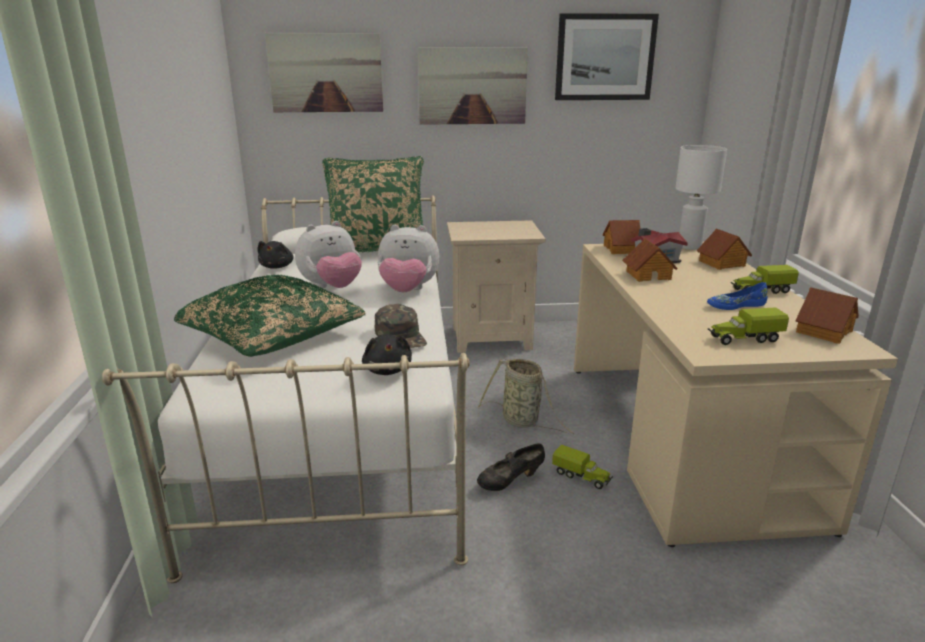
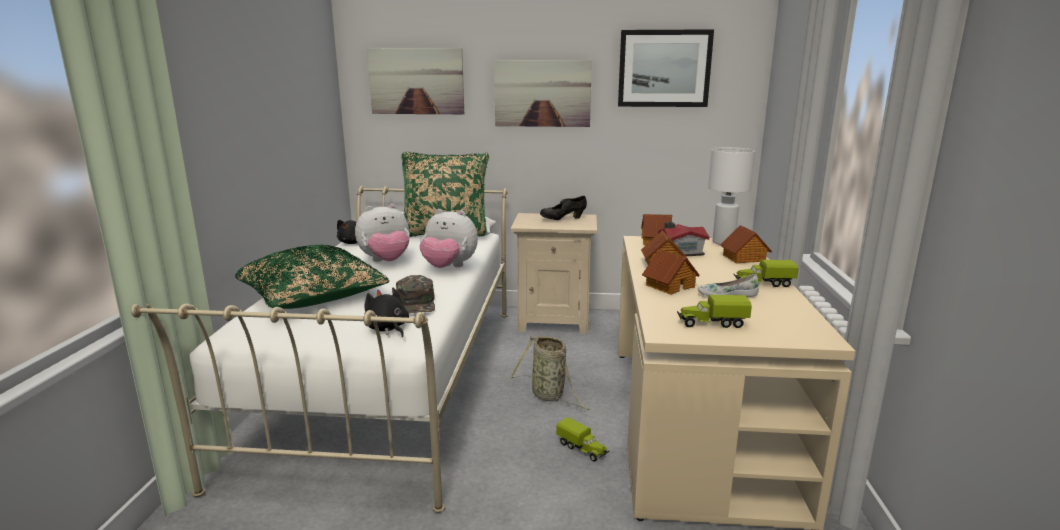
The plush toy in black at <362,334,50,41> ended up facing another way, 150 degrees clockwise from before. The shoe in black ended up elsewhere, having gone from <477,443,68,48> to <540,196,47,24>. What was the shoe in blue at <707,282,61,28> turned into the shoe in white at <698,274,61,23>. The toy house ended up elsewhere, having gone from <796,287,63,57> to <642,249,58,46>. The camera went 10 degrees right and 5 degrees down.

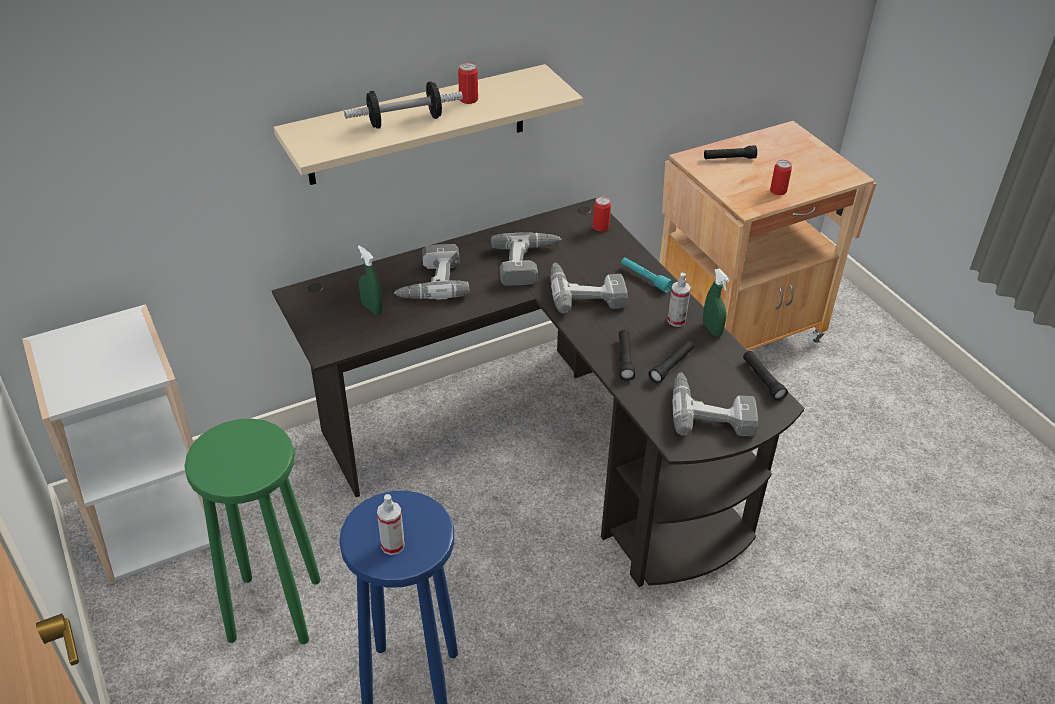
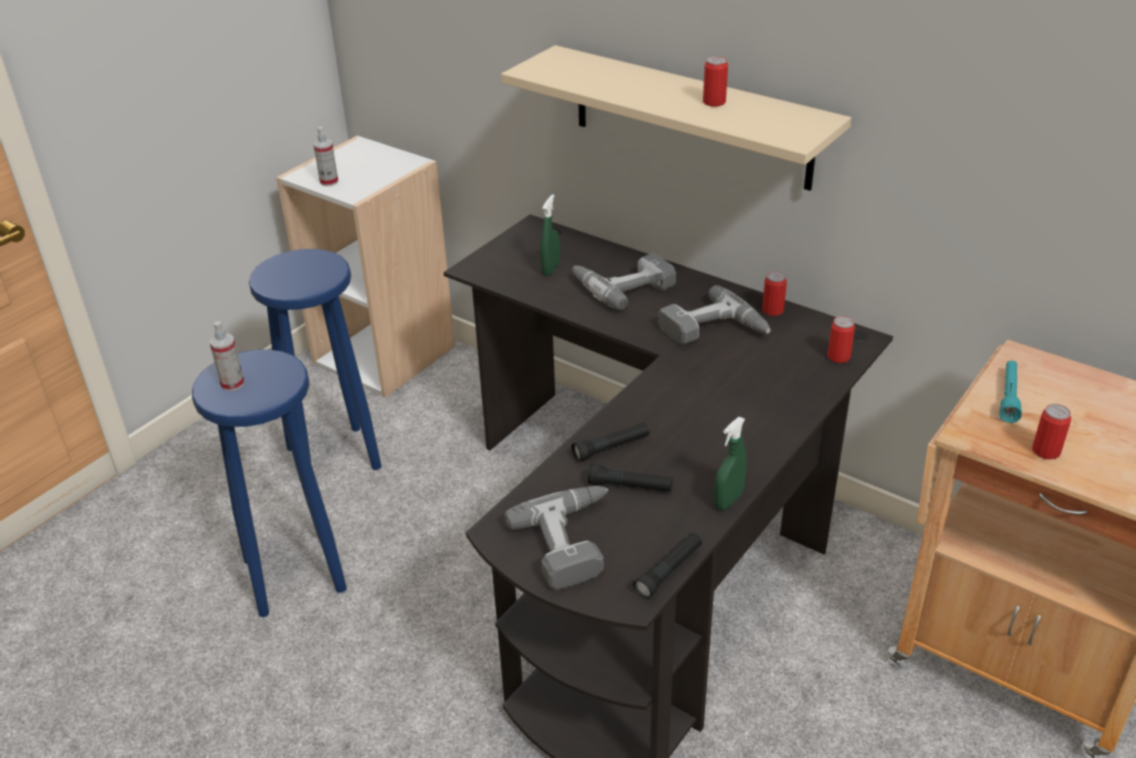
What was the stool in green at <184,418,136,226> turned into the stool in blue at <249,249,133,221>. The second view lost the dumbbell at <344,81,119,48>. The second view lost the power drill at <551,263,77,51>. The flashlight in turquoise ended up elsewhere, having gone from <621,257,52,36> to <999,361,23,62>. The spray bottle ended up elsewhere, having gone from <667,273,24,54> to <313,127,25,59>. The second view lost the flashlight in black at <704,146,53,13>. The second view gained the can at <762,271,25,45>. The camera went 65 degrees right and 5 degrees down.

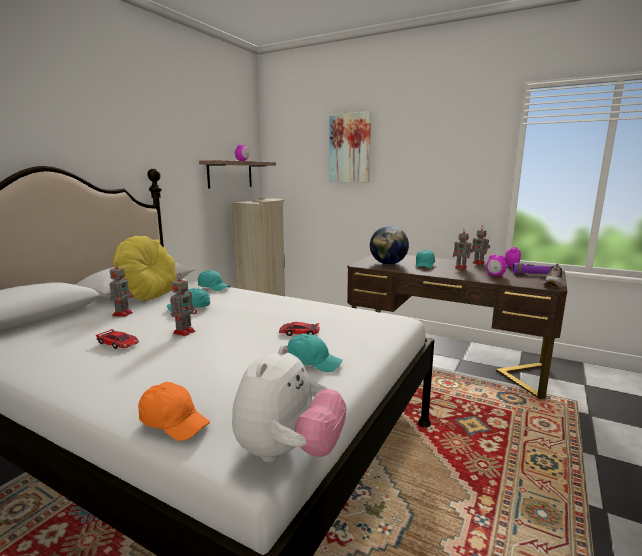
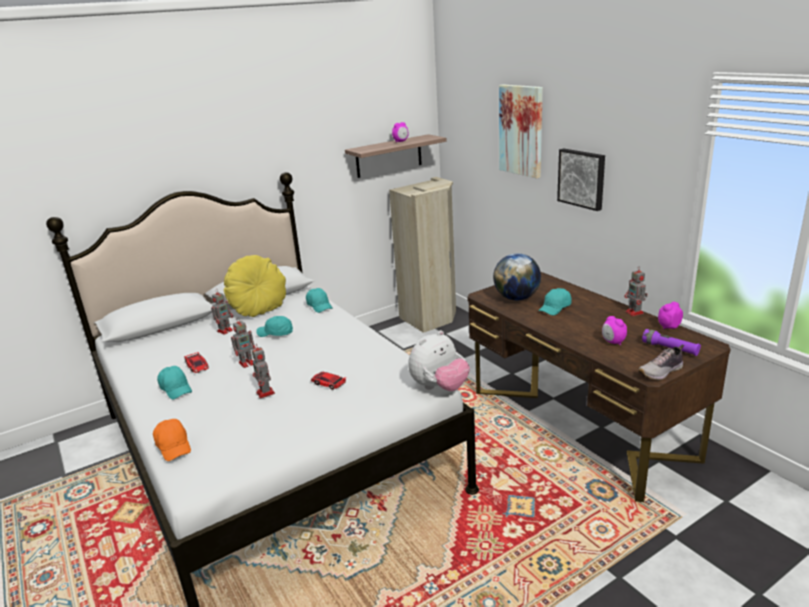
The plush toy ended up elsewhere, having gone from <232,345,114,117> to <409,330,61,61>. The cap in turquoise ended up elsewhere, having gone from <287,333,56,39> to <157,366,35,33>. The toy robot ended up elsewhere, having gone from <453,228,20,41> to <252,343,23,55>. The second view gained the picture at <557,148,48,63>. The camera went 30 degrees right and 10 degrees up.

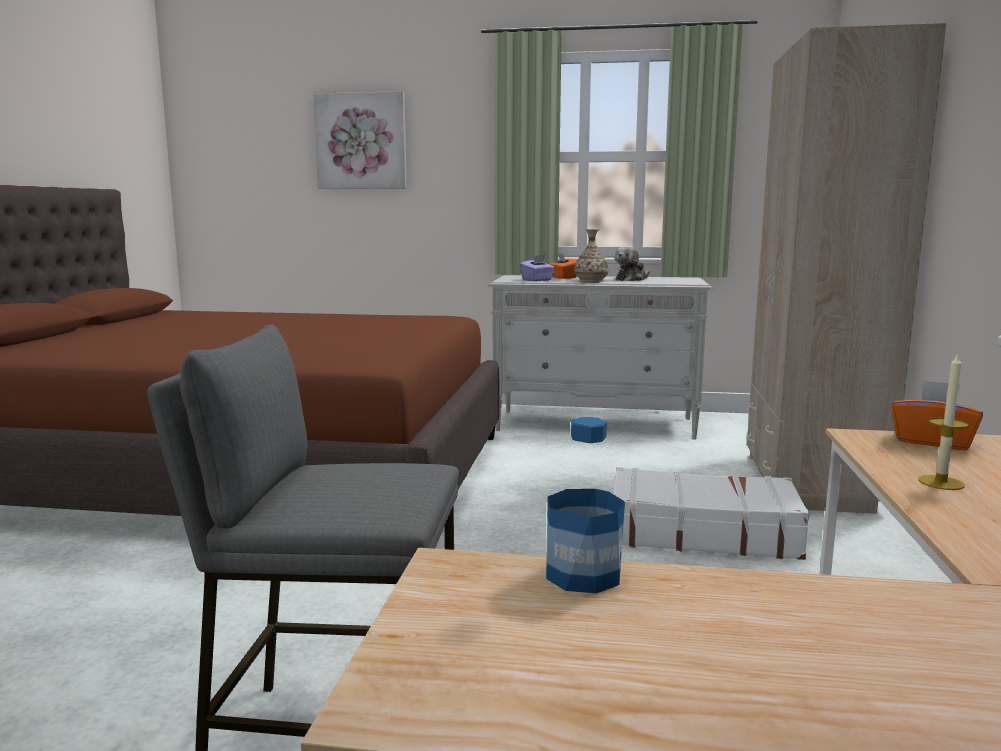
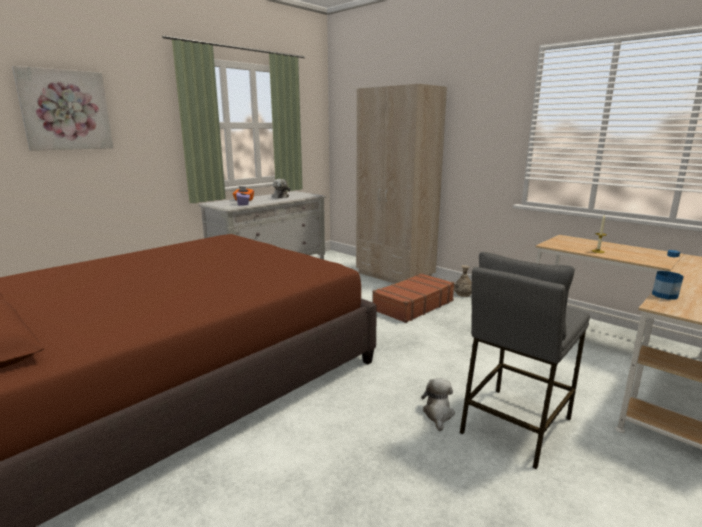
The vase ended up elsewhere, having gone from <575,229,34,53> to <454,265,18,32>. What was the suitcase in white at <613,467,197,93> turned into the suitcase in brown at <373,273,82,50>. The second view lost the tissue box in orange at <891,380,92,70>. The second view gained the plush toy at <421,378,34,53>. The camera went 55 degrees left and 5 degrees up.

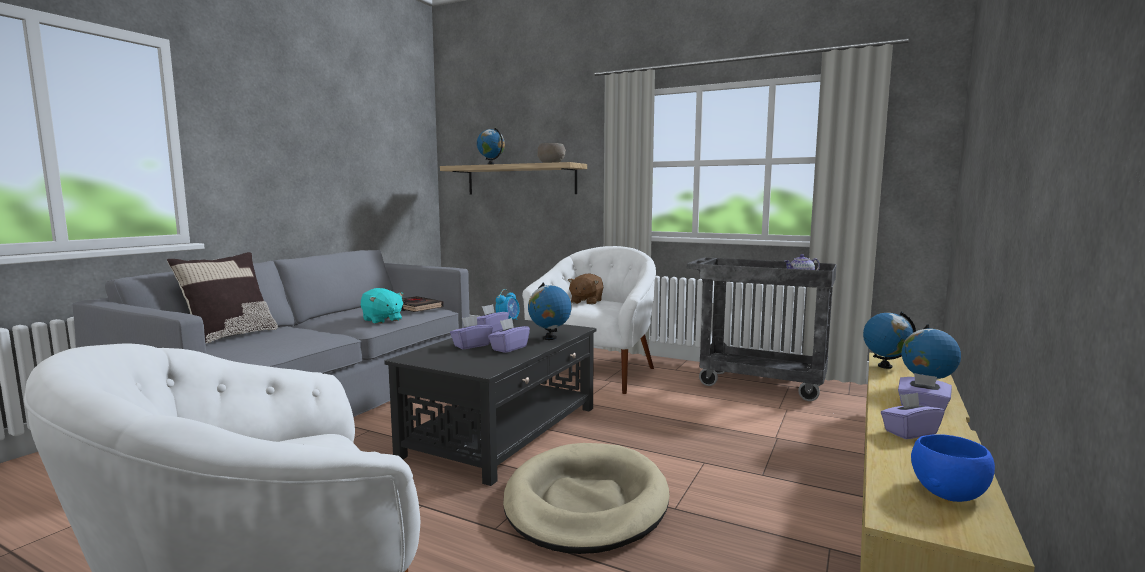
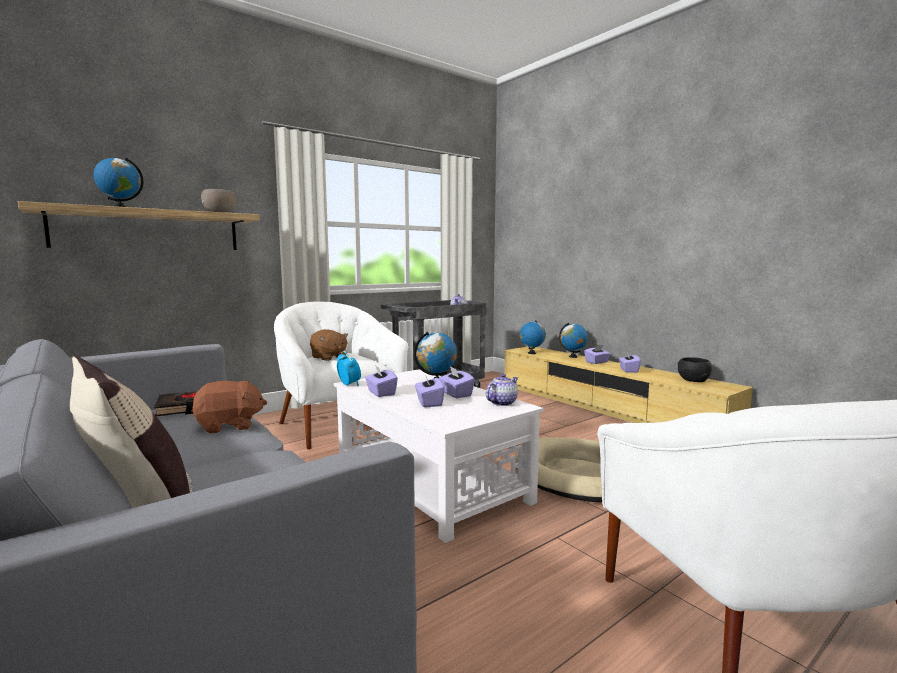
What was the plush toy in turquoise at <361,288,43,36> turned into the plush toy in brown at <191,381,76,53>. What was the coffee table in black at <384,319,212,167> turned into the coffee table in white at <334,369,210,174>. What was the bowl in blue at <911,434,84,68> turned into the bowl in black at <678,357,34,25>. The second view gained the teapot at <486,374,32,32>. The camera went 65 degrees left and 0 degrees up.

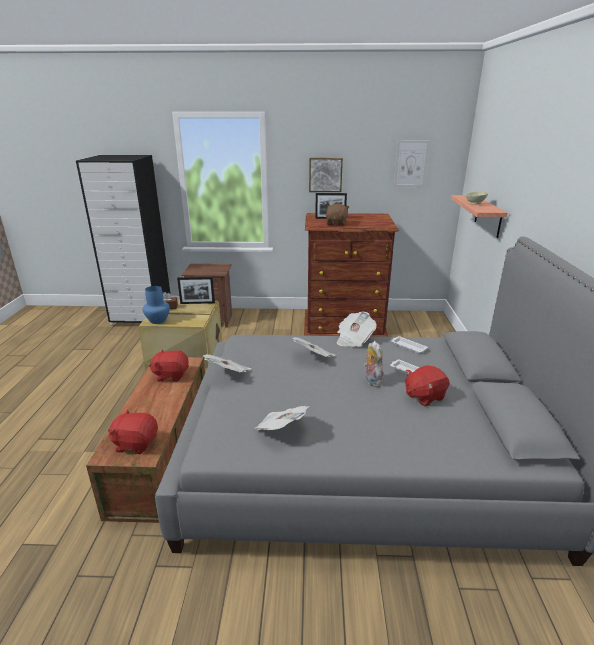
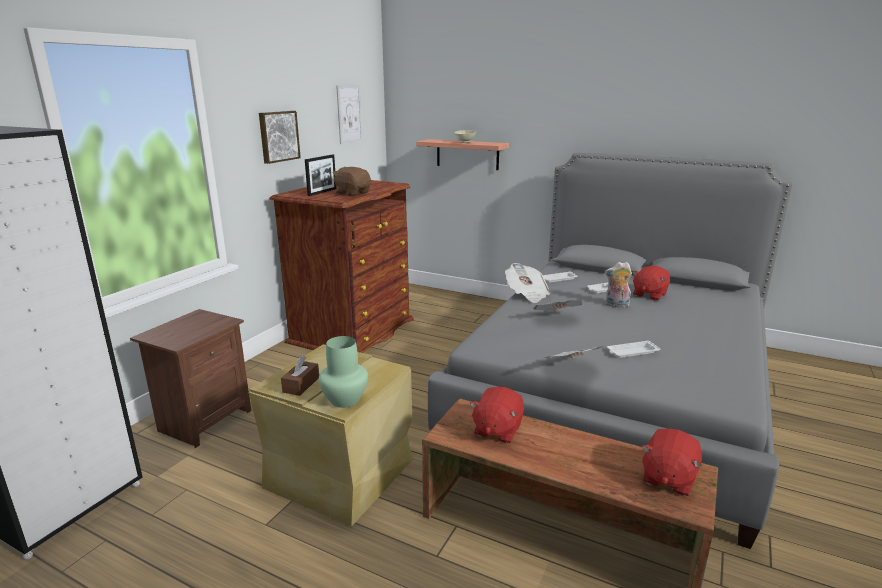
What was the vase in blue at <142,286,28,38> turned into the vase in green at <319,336,49,72>. The second view lost the picture frame at <177,277,38,27>. The second view lost the newspaper at <254,406,55,24>. The plush toy in red at <405,365,44,42> ended up facing another way, 45 degrees clockwise from before. The second view gained the tray in white at <607,340,53,18>. The camera went 65 degrees left and 5 degrees down.

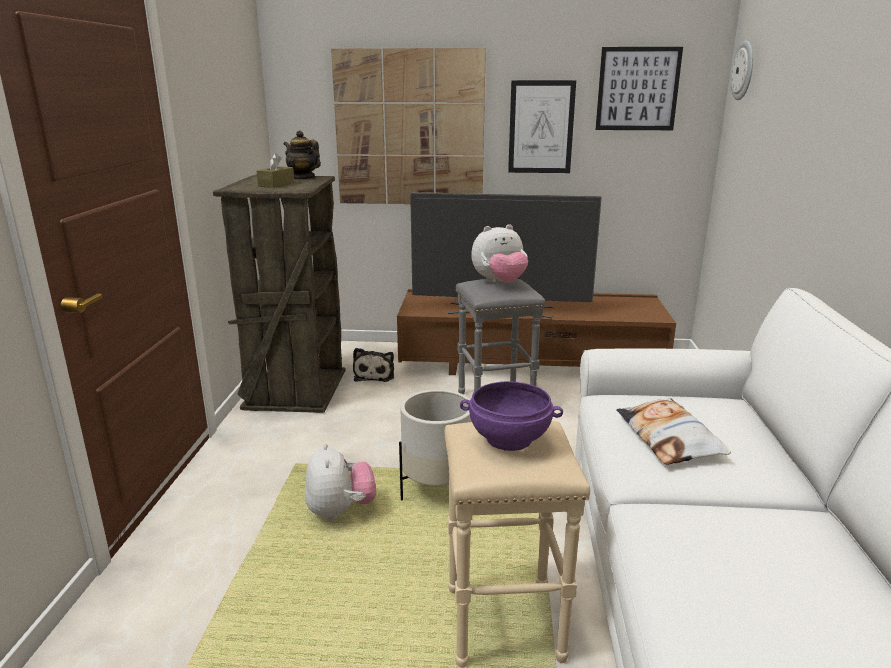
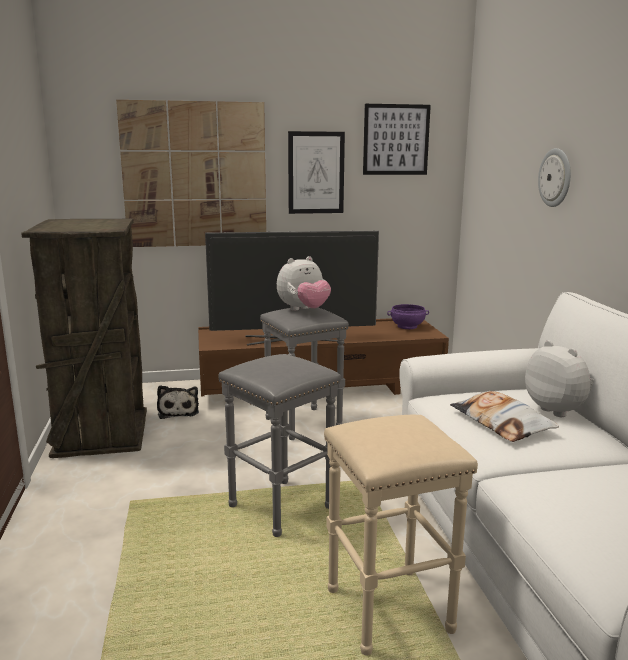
The second view lost the tissue box in brown at <257,153,38,35>. The second view lost the teapot at <284,130,37,50>. The plush toy ended up elsewhere, having gone from <305,443,71,78> to <525,340,69,77>. Where the planter in white stood at <399,390,73,111>, the stool in grey came to stand at <218,354,123,183>. The bowl in purple ended up elsewhere, having gone from <460,381,103,70> to <387,304,42,25>. The wall clock ended up elsewhere, having gone from <731,41,22,59> to <538,148,33,59>. The camera went 15 degrees left and 5 degrees down.

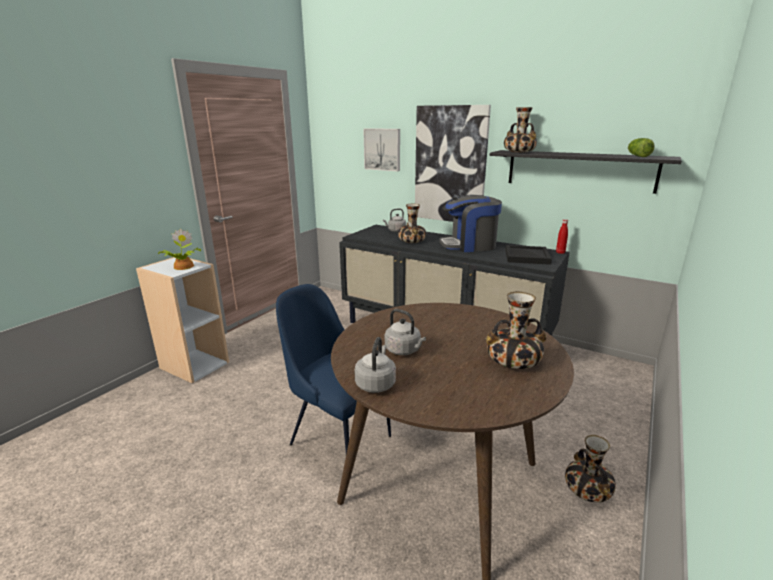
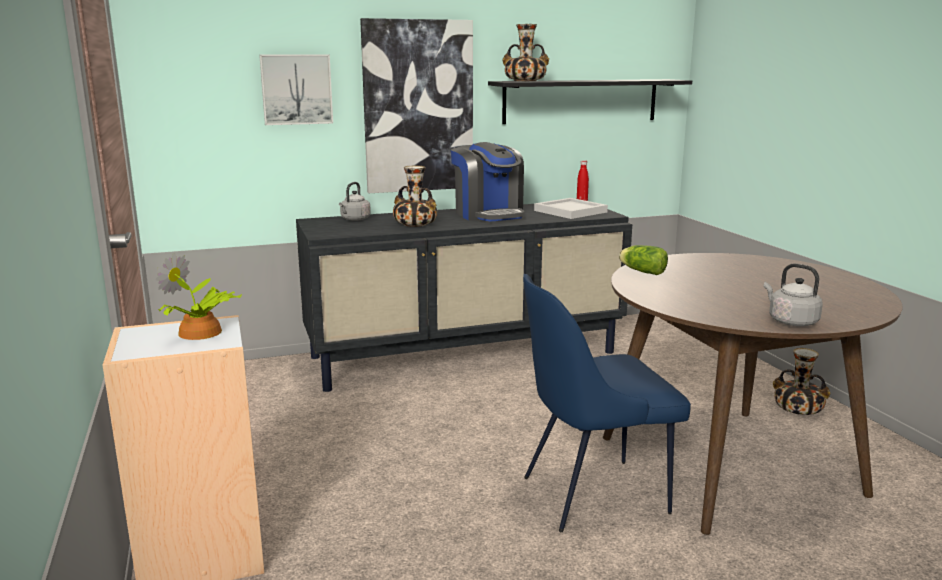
The second view lost the kettle in grey at <385,309,41,46>. The coffee machine at <439,195,63,57> ended up facing another way, 60 degrees counterclockwise from before. The second view lost the vase at <486,291,60,78>. What was the tray in black at <505,245,47,20> turned into the tray in white at <534,198,74,21>. The lettuce ended up elsewhere, having gone from <628,138,27,19> to <619,245,49,30>. The camera went 50 degrees left and 5 degrees down.

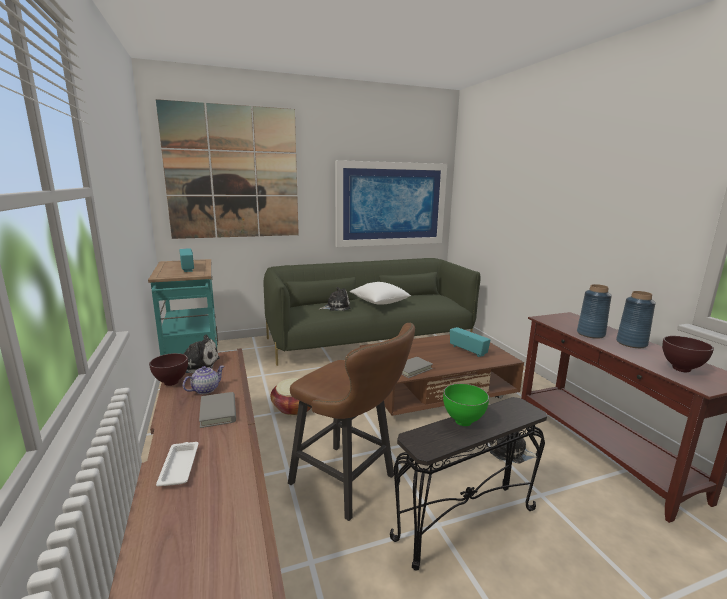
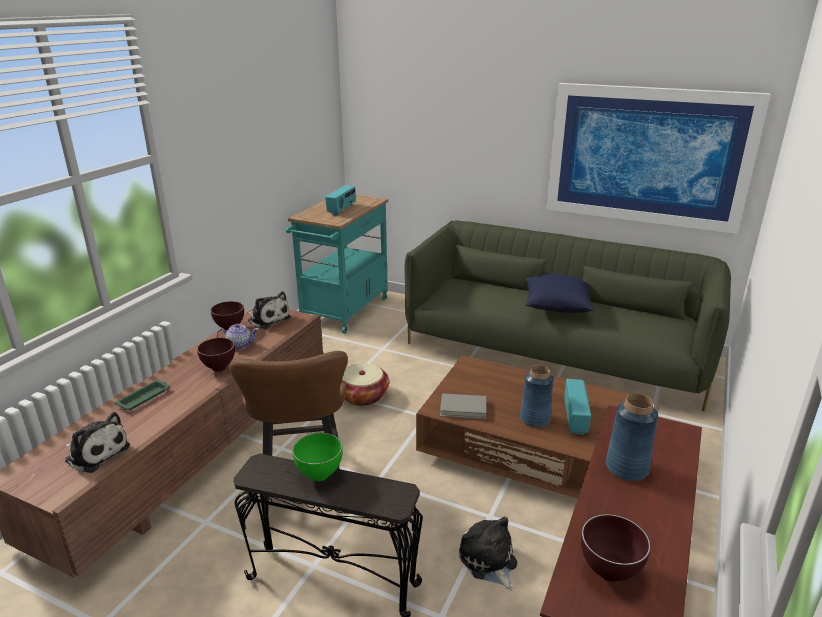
The second view lost the picture at <156,99,143,140>. What was the tray in white at <156,442,43,44> turned into the tray in green at <114,380,56,30>. Where the book in grey stood at <199,392,37,36>, the bowl in brown came to stand at <197,338,38,34>. The plush toy ended up elsewhere, having gone from <319,287,32,24> to <65,412,65,61>. What was the pillow in white at <350,282,61,23> turned into the pillow in blue at <525,274,69,39>. The vase in blue ended up elsewhere, having gone from <616,291,40,57> to <520,365,33,63>. The camera went 45 degrees right and 10 degrees up.

